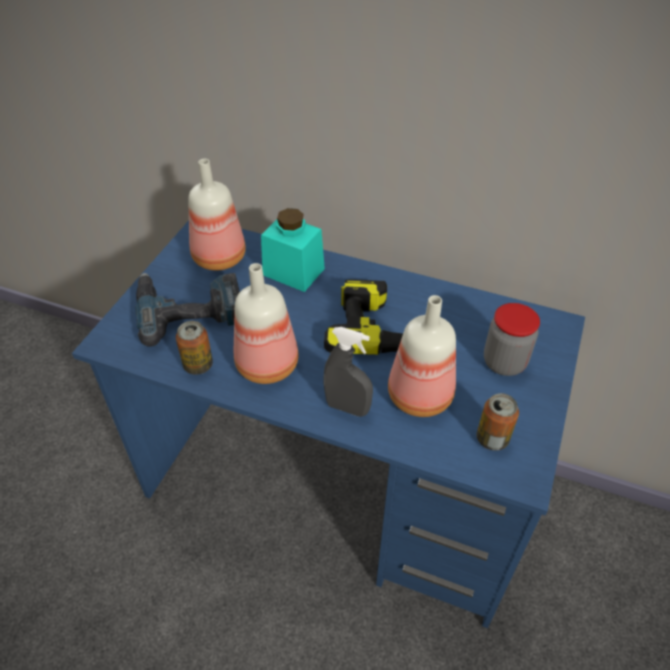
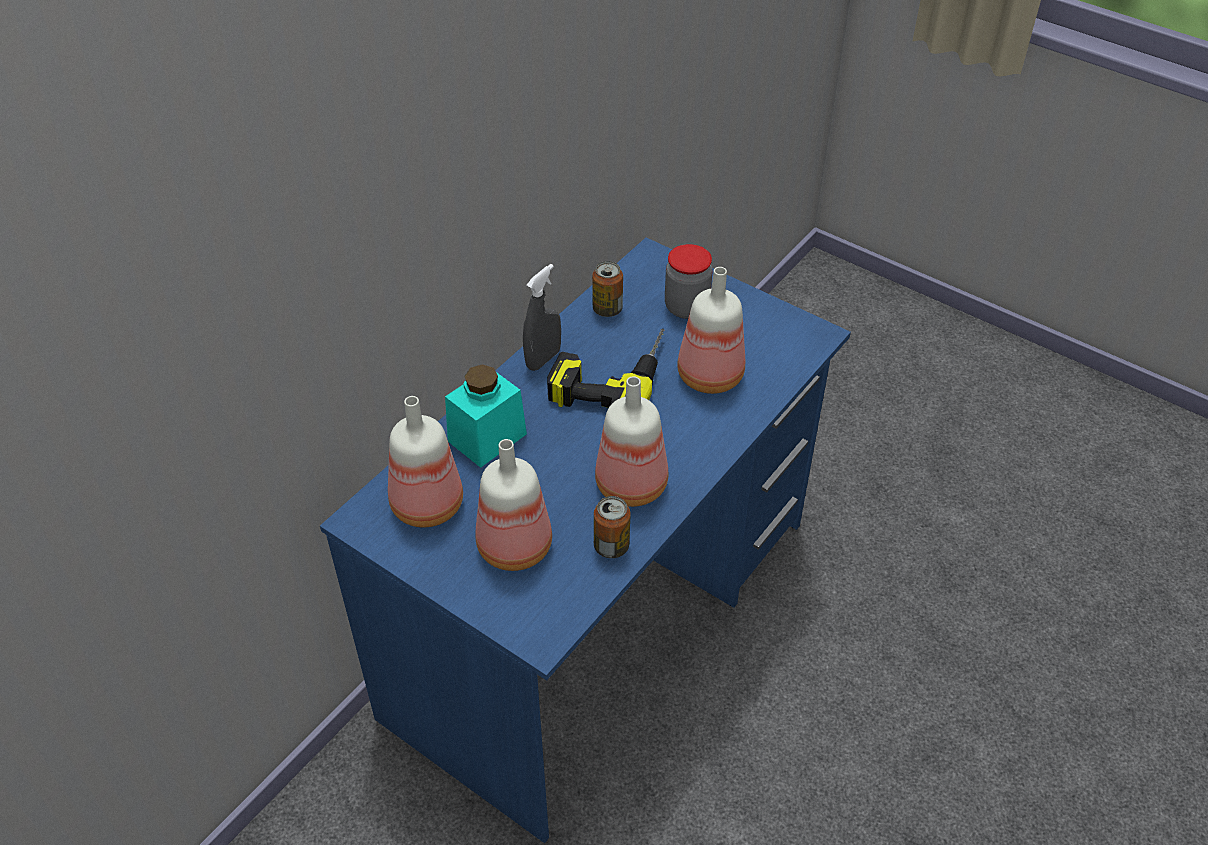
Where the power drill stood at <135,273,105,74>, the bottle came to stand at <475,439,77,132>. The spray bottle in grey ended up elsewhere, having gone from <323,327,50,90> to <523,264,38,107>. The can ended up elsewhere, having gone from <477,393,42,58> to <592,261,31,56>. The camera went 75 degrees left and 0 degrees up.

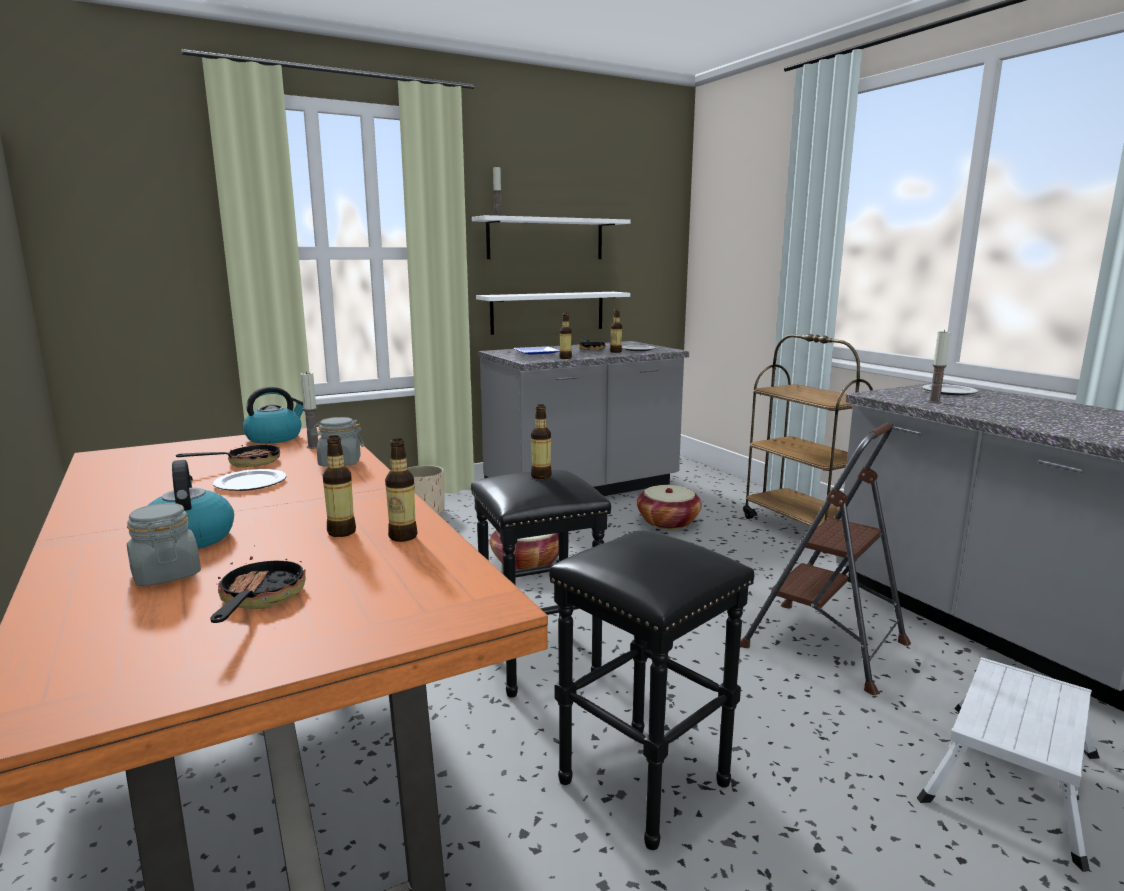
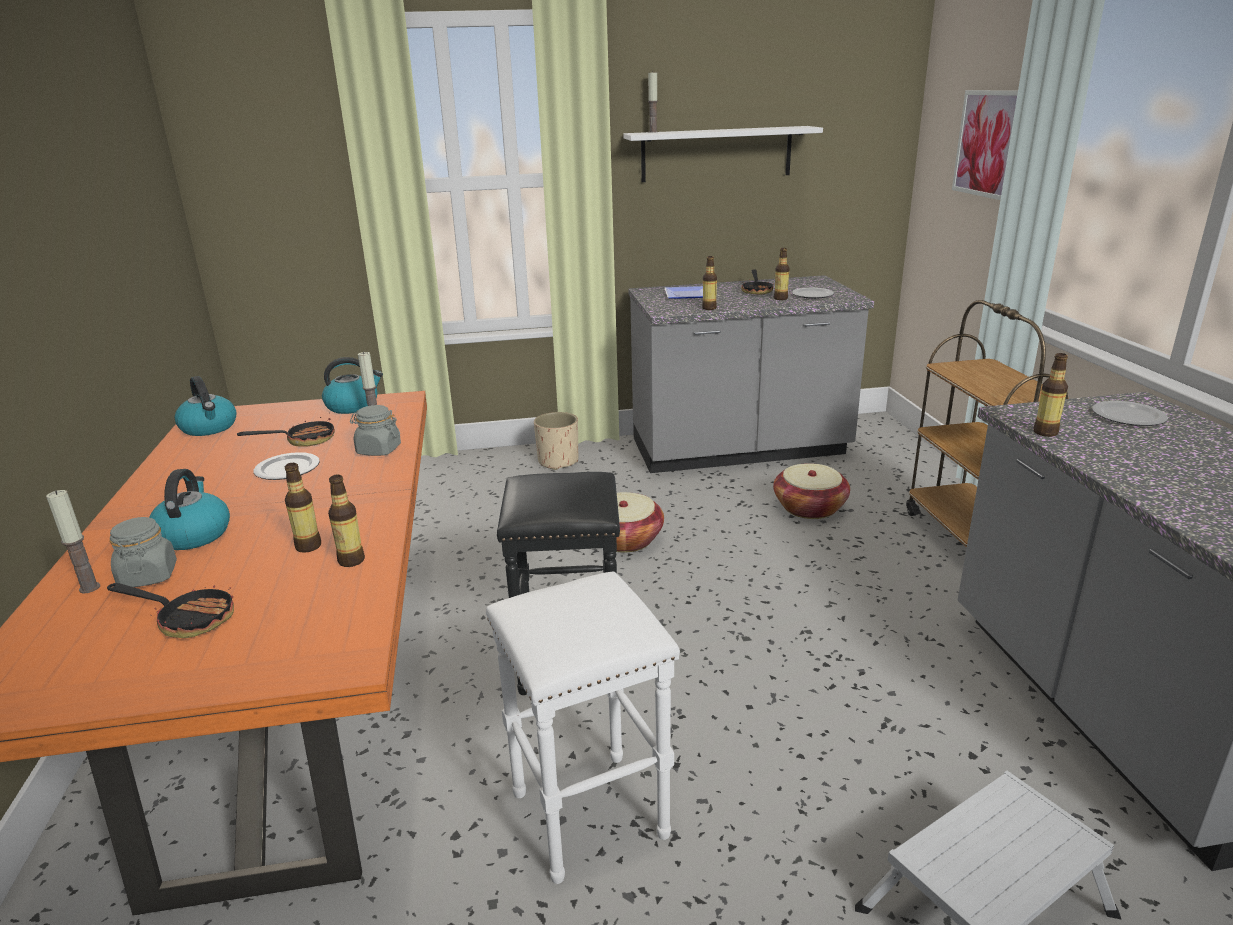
The frying pan at <210,545,96,78> ended up facing another way, 90 degrees clockwise from before. The second view lost the shelf in white at <476,292,154,43>. The bottle ended up elsewhere, having gone from <531,404,21,75> to <1034,353,34,84>. What was the stool in black at <549,530,205,320> turned into the stool in white at <486,572,194,312>. The second view lost the step ladder in brown at <740,422,171,273>. The candle ended up elsewhere, having gone from <928,330,23,73> to <46,490,54,103>. The second view gained the kettle at <175,376,61,60>. The second view gained the picture at <952,90,66,110>. The camera went 20 degrees right and 10 degrees up.

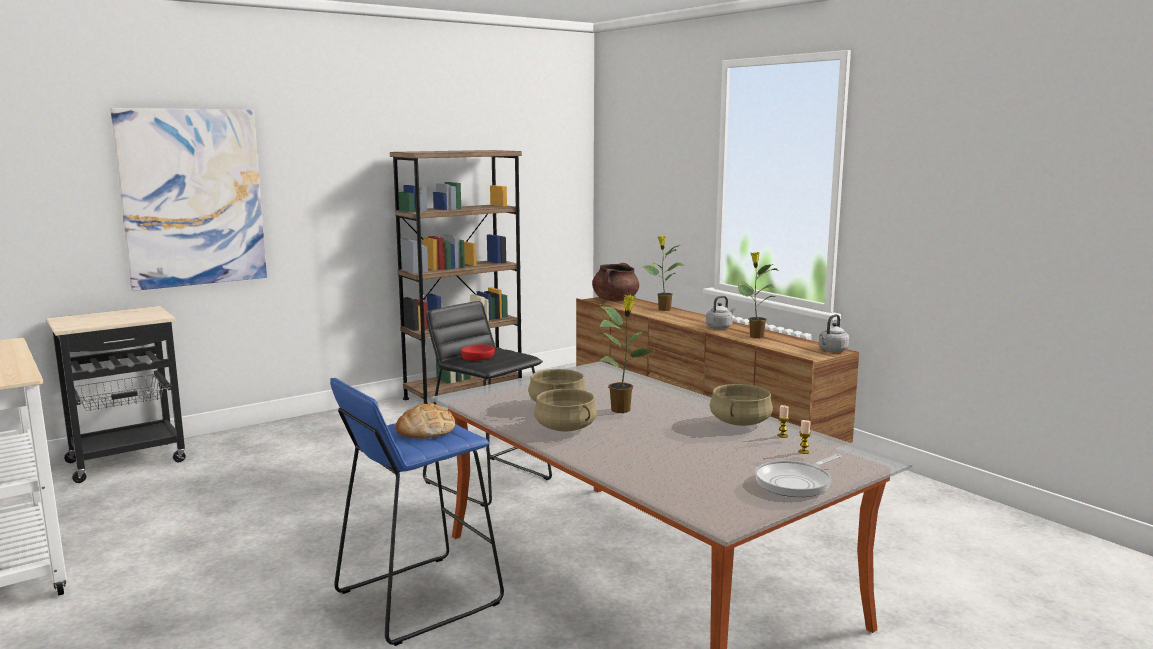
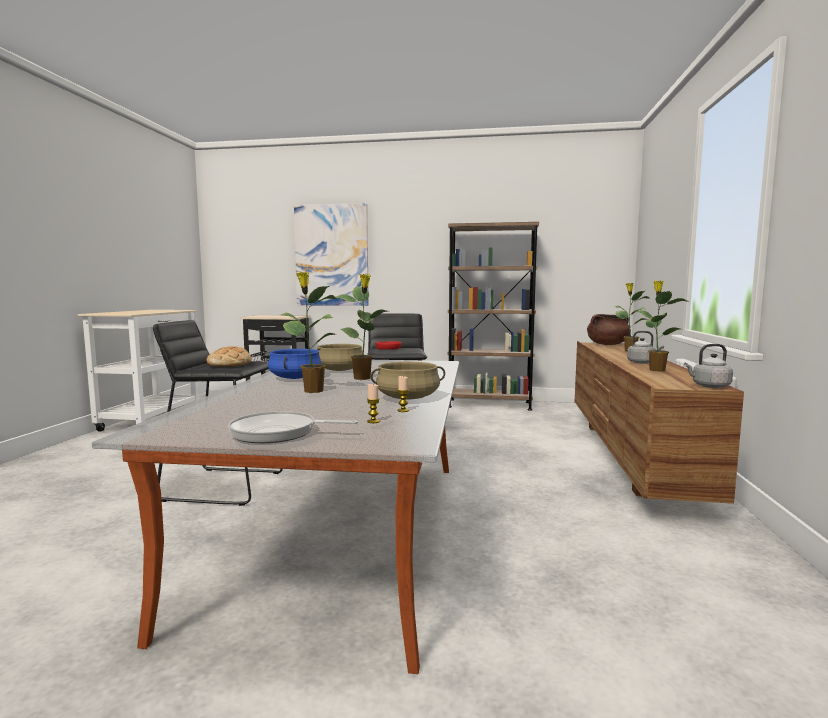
What was the stool in blue at <330,378,174,268> turned into the stool in black at <153,320,130,186>. What was the cooking pot in beige at <534,389,63,42> turned into the cooking pot in blue at <268,349,54,30>. The second view gained the potted plant at <281,272,56,121>. The camera went 45 degrees right and 5 degrees down.

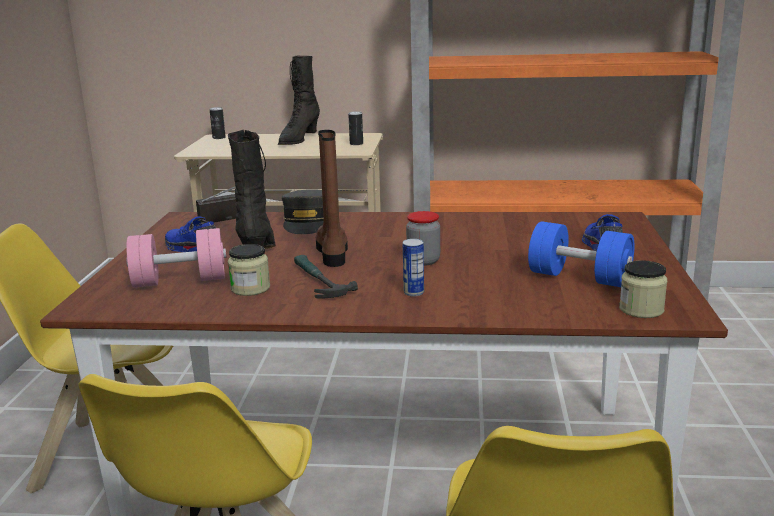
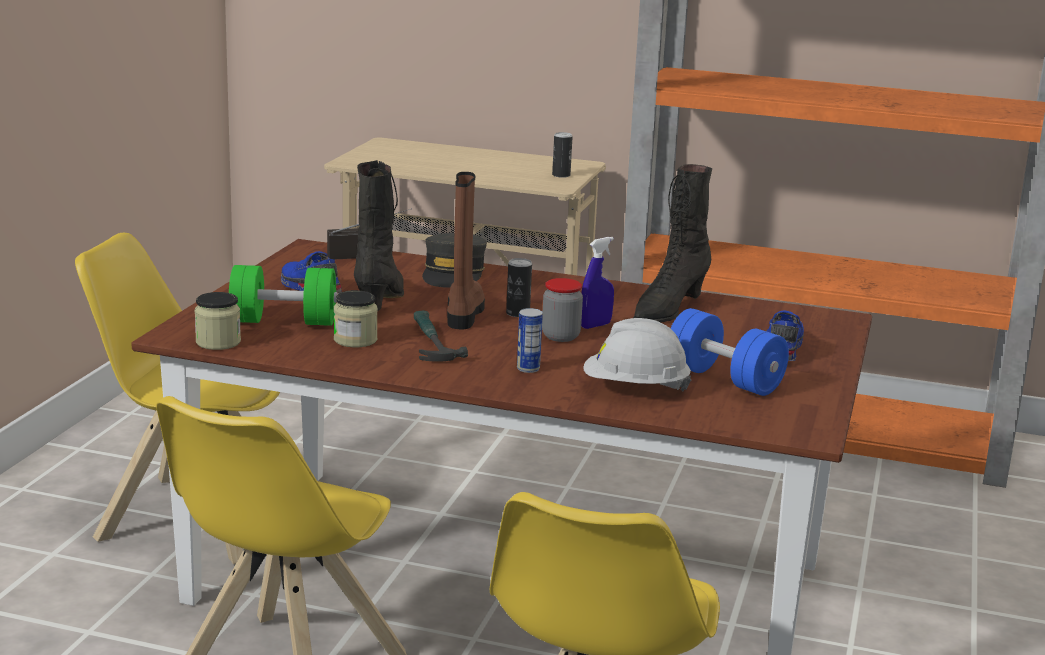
What was the dumbbell in pink at <126,228,101,60> turned into the dumbbell in green at <229,265,109,61>. The can ended up elsewhere, having gone from <210,107,16,32> to <506,258,26,59>. The boot in black ended up elsewhere, having gone from <278,56,42,89> to <633,164,79,159>. The jar ended up elsewhere, having gone from <619,260,48,58> to <194,292,47,58>. The second view gained the spray bottle in blue at <581,237,33,92>. The second view gained the hard hat in white at <583,318,108,73>. The camera went 10 degrees right and 0 degrees up.

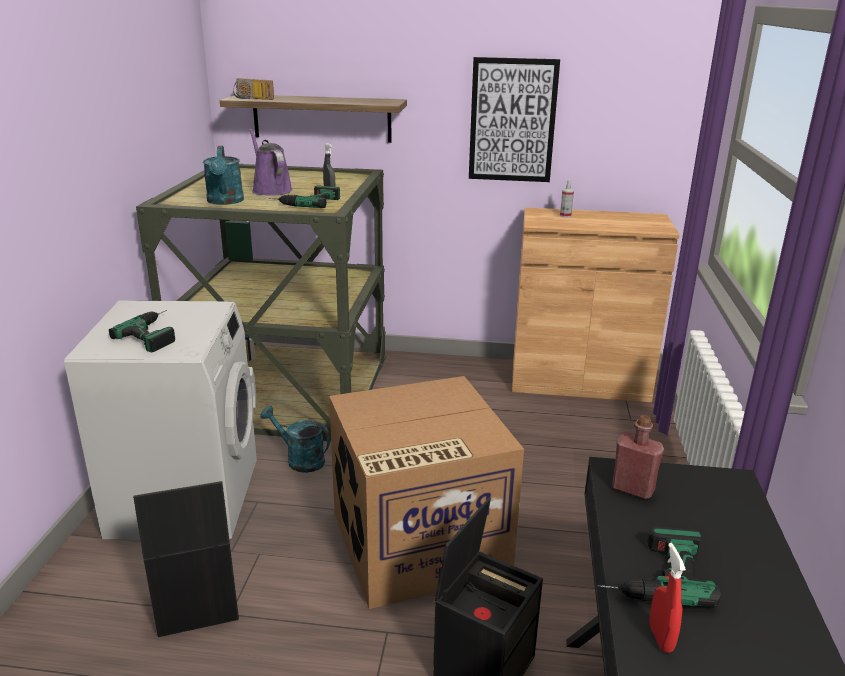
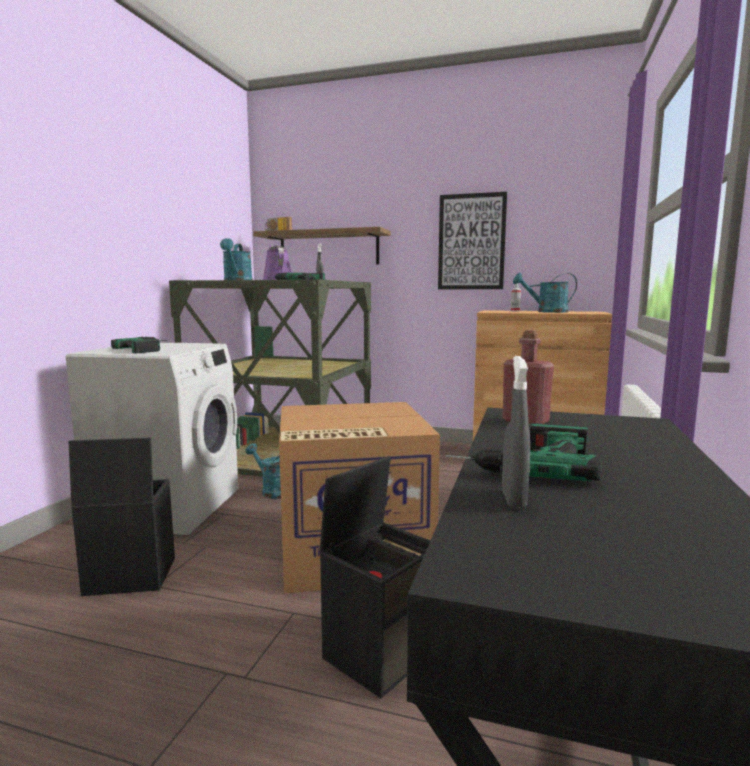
What was the spray bottle in red at <649,543,37,110> turned into the spray bottle in grey at <502,356,28,153>. The second view gained the watering can in turquoise at <513,273,64,40>. The camera went 10 degrees right and 15 degrees down.

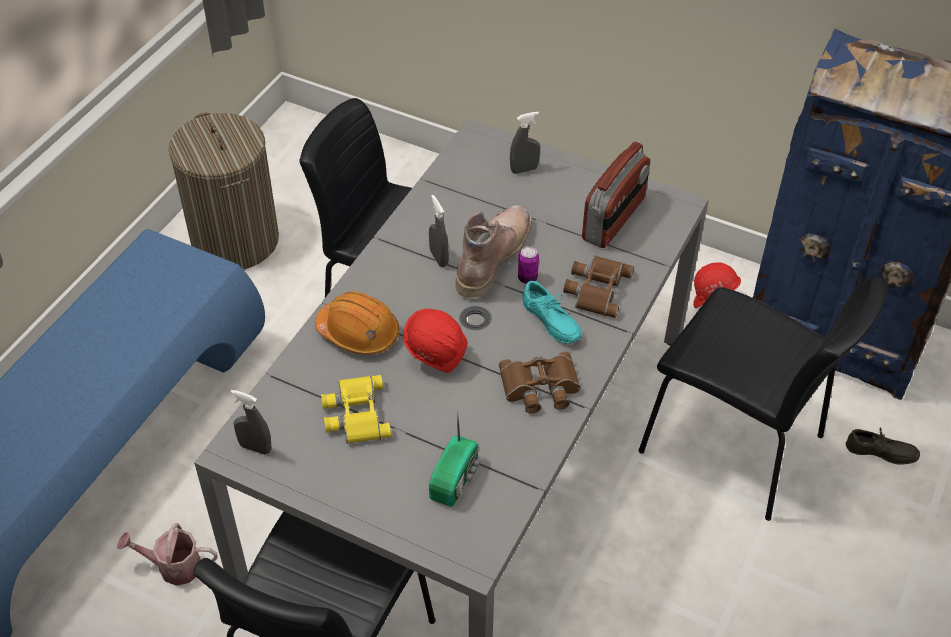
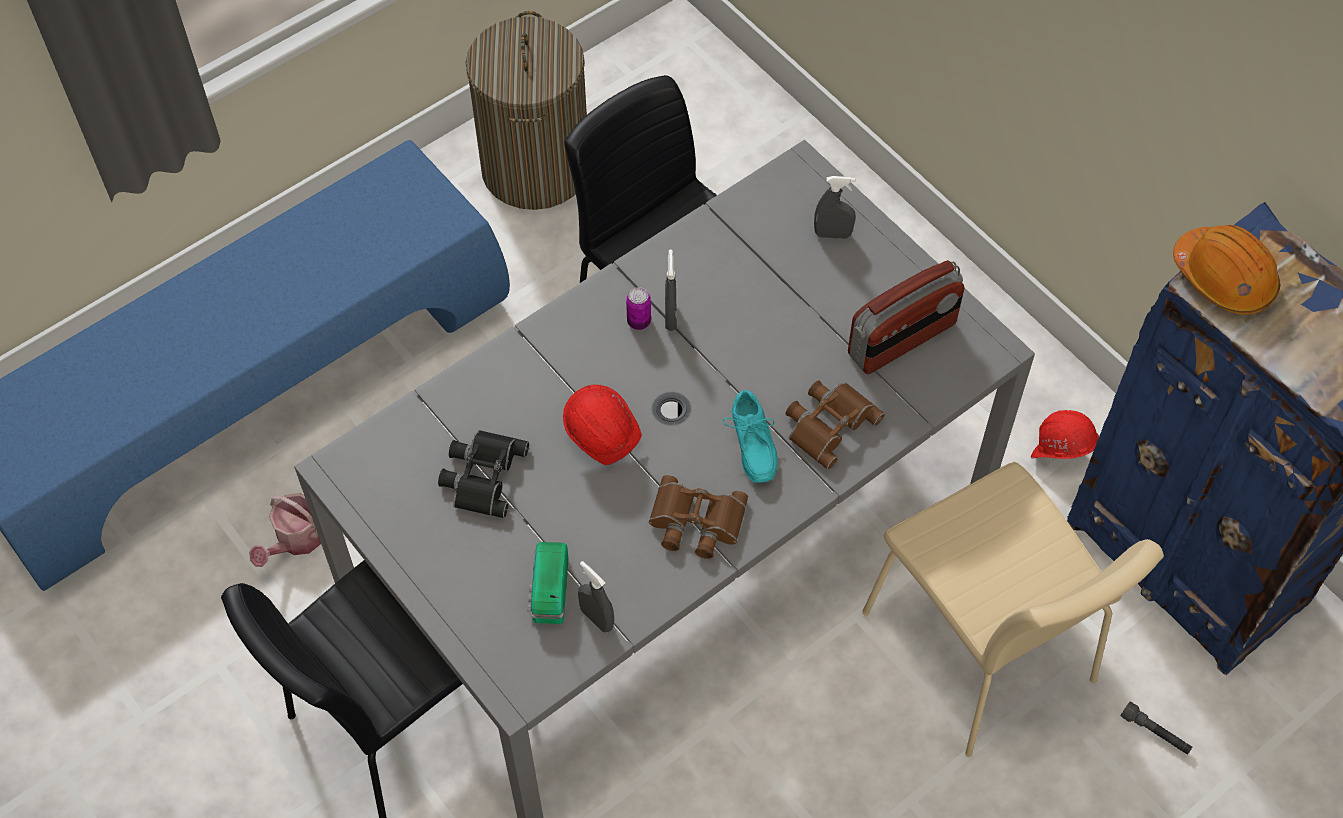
The watering can at <117,523,101,63> ended up facing another way, 90 degrees counterclockwise from before. The spray bottle in grey ended up elsewhere, having gone from <230,390,42,65> to <578,561,36,71>. The hard hat in orange ended up elsewhere, having gone from <315,292,85,63> to <1173,225,107,90>. What was the binoculars in yellow at <321,375,71,69> turned into the binoculars in black at <438,430,91,88>. The radio at <429,407,51,100> ended up facing another way, 135 degrees clockwise from before. The second view lost the boot in brown at <455,205,77,94>. The can ended up elsewhere, having gone from <518,246,21,38> to <626,287,25,43>. What was the chair in black at <638,276,250,245> turned into the chair in beige at <862,462,302,295>. Where the shoe in grey stood at <846,427,74,38>, the flashlight in grey came to stand at <1121,702,71,53>. The camera went 25 degrees right and 10 degrees up.

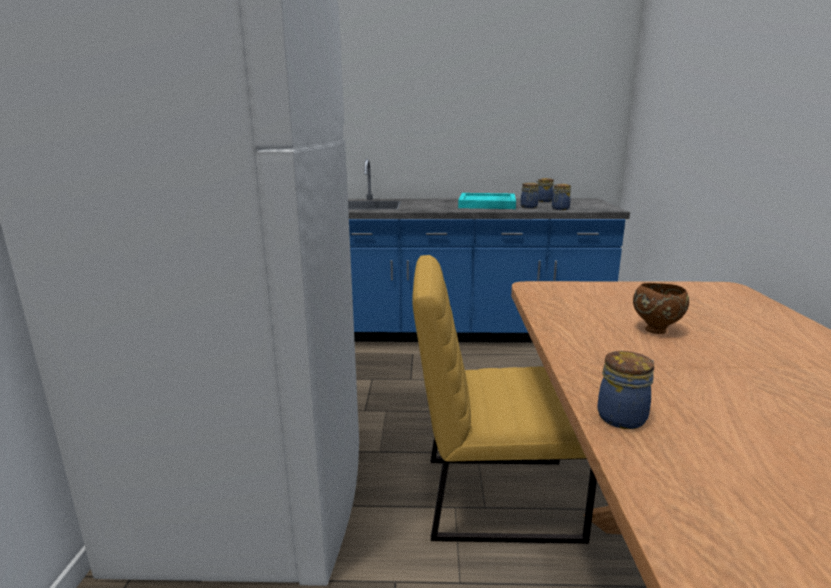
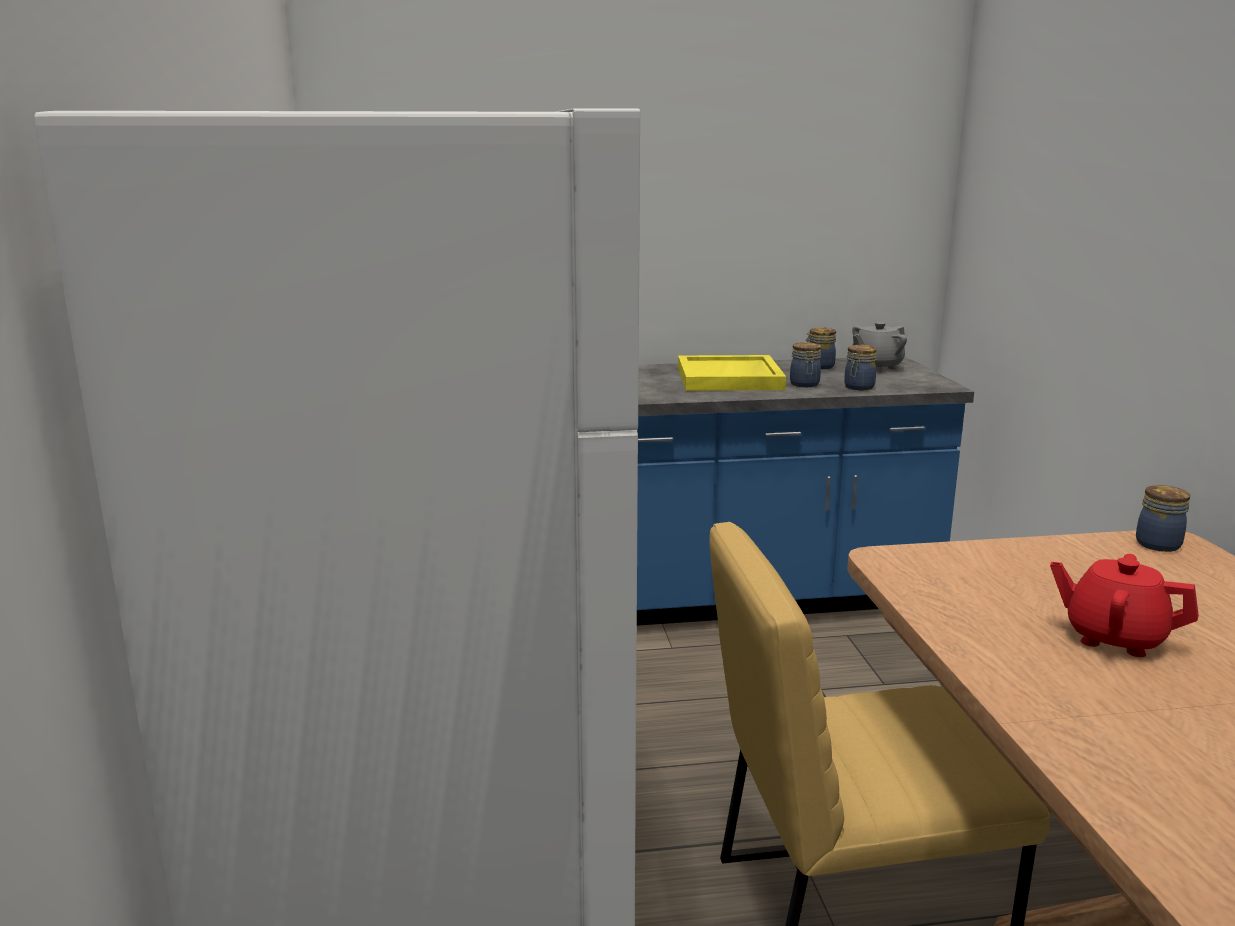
What was the tray in turquoise at <458,193,58,16> turned into the tray in yellow at <678,355,108,36>. The jar ended up elsewhere, having gone from <597,351,57,78> to <1136,485,54,67>. Where the bowl in brown stood at <633,283,56,51>, the teapot in red came to stand at <1050,554,149,103>. The second view gained the teapot in grey at <852,322,55,50>. The camera went 10 degrees left and 0 degrees up.

